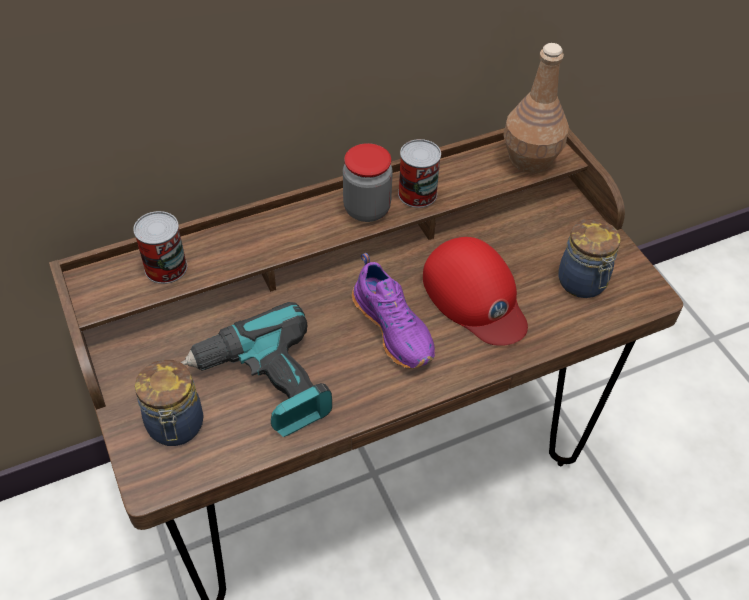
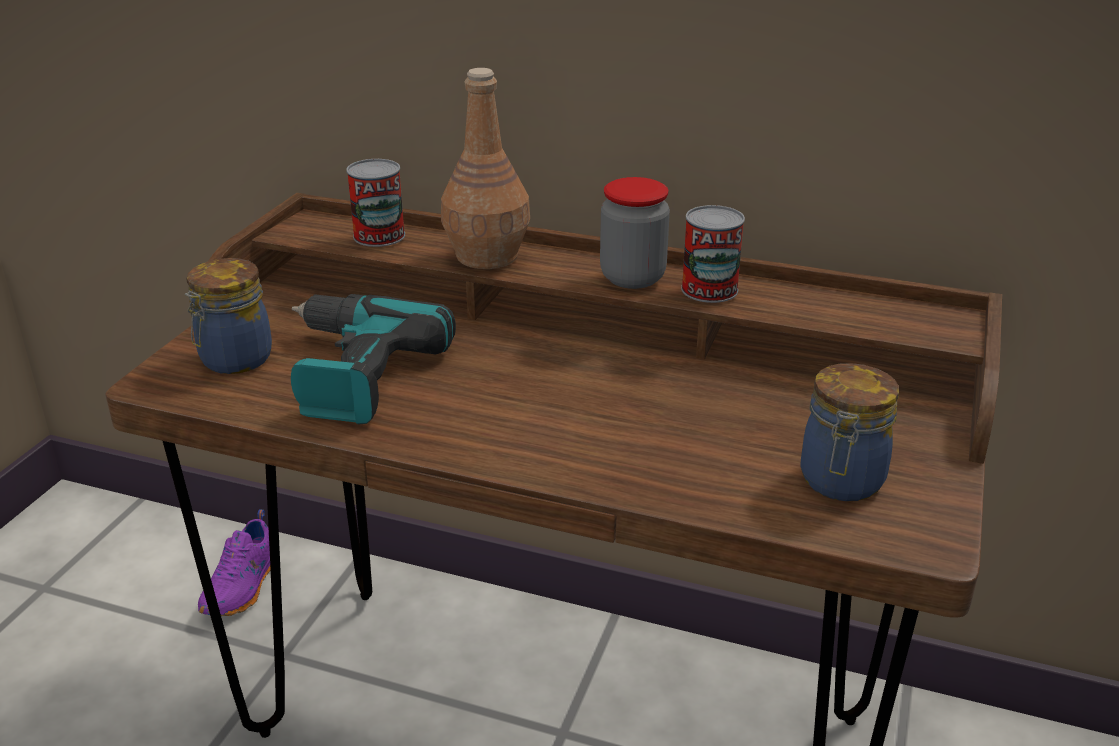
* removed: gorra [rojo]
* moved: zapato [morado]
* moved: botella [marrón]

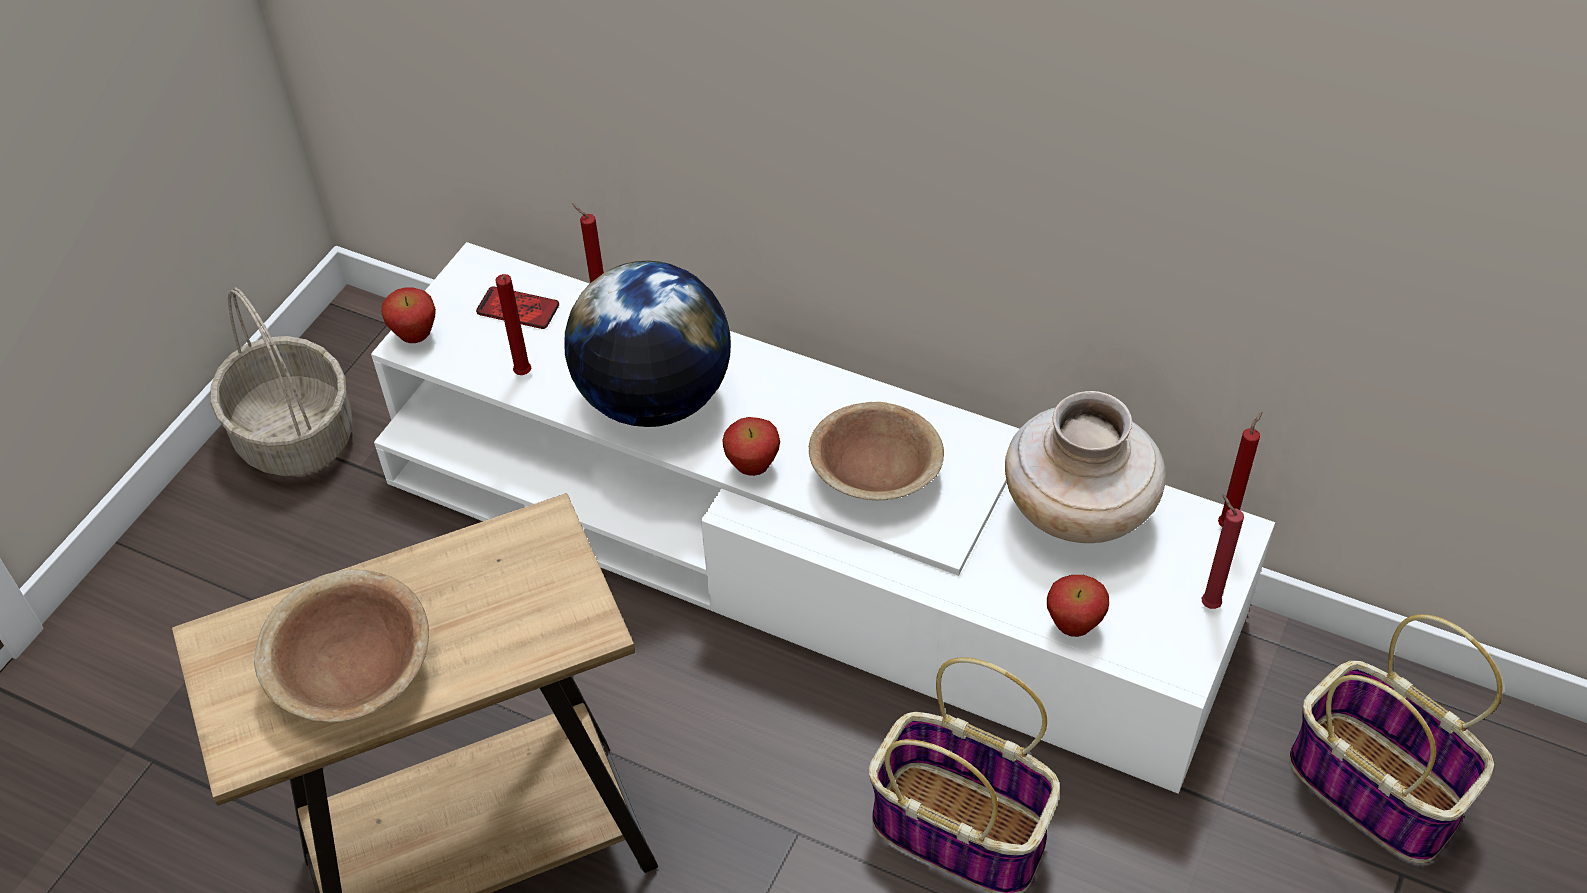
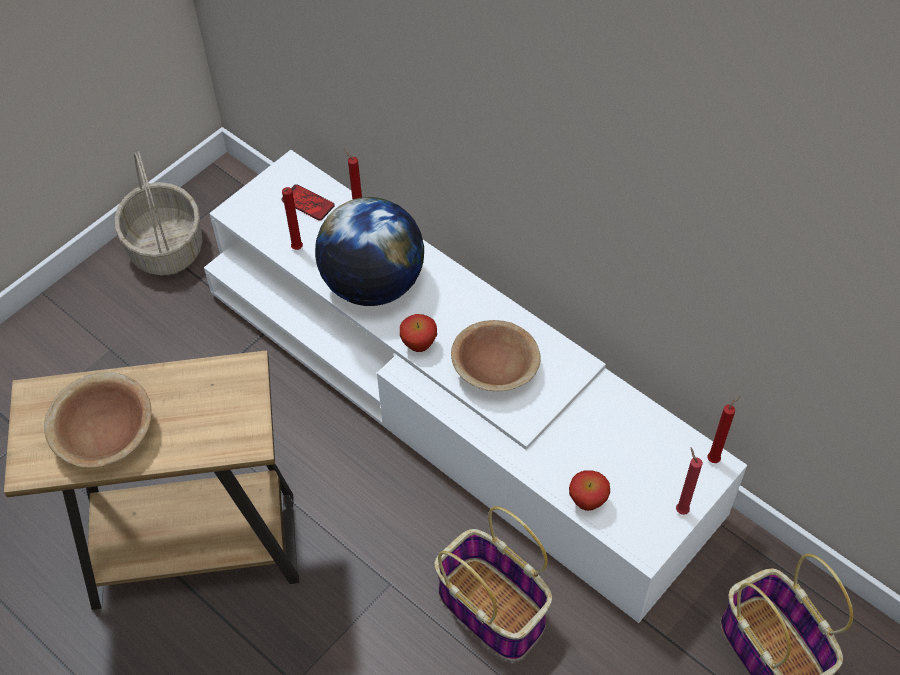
* removed: manzana (1st from left)
* removed: florero [beis]

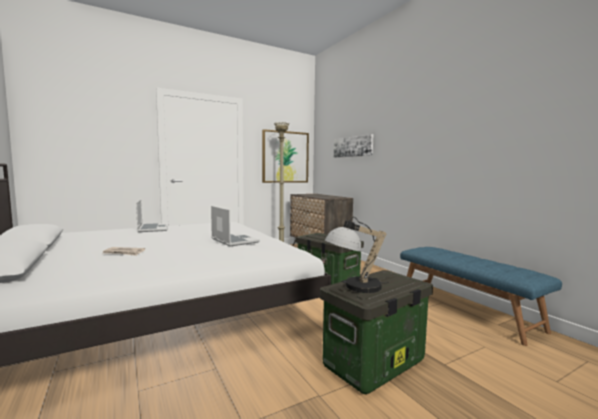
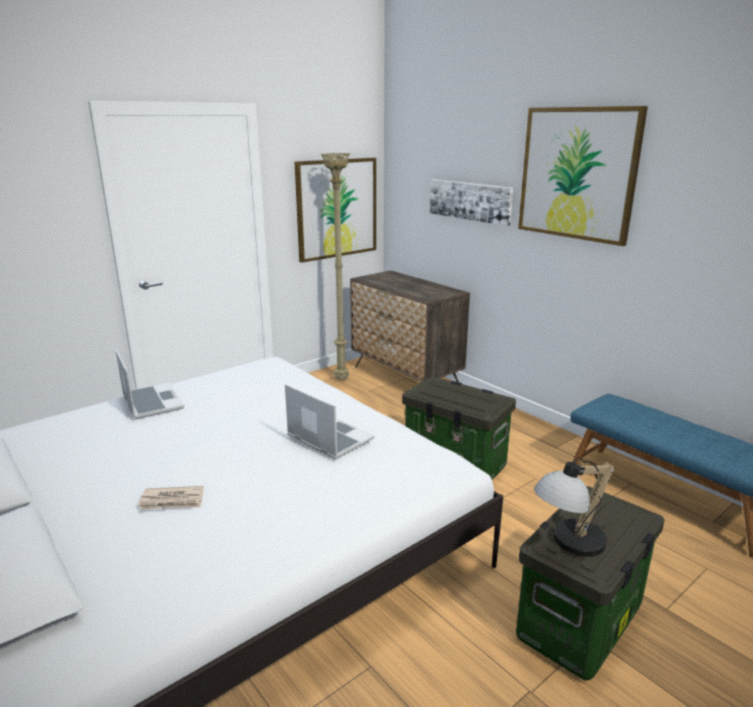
* added: cuadro (3rd from left)

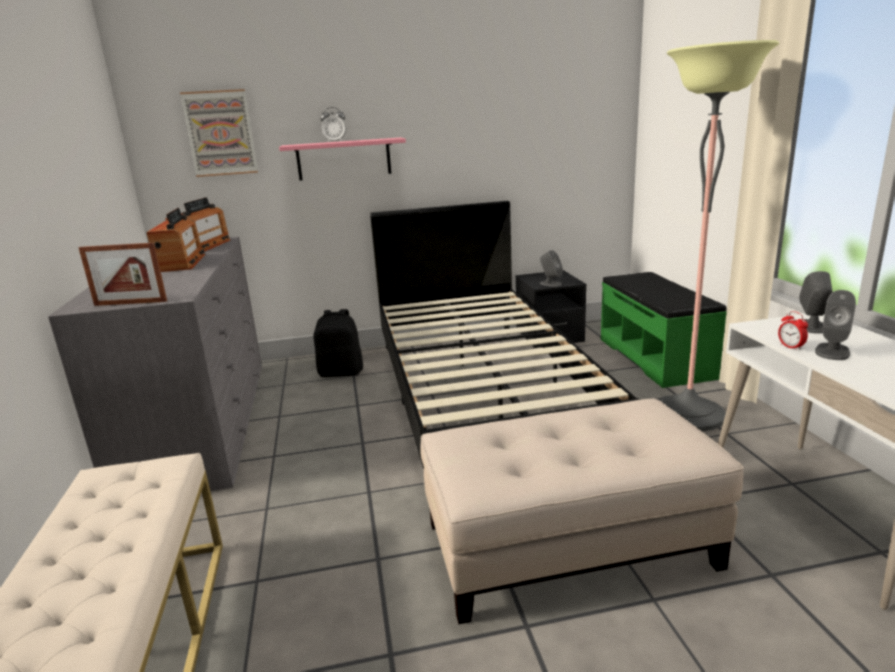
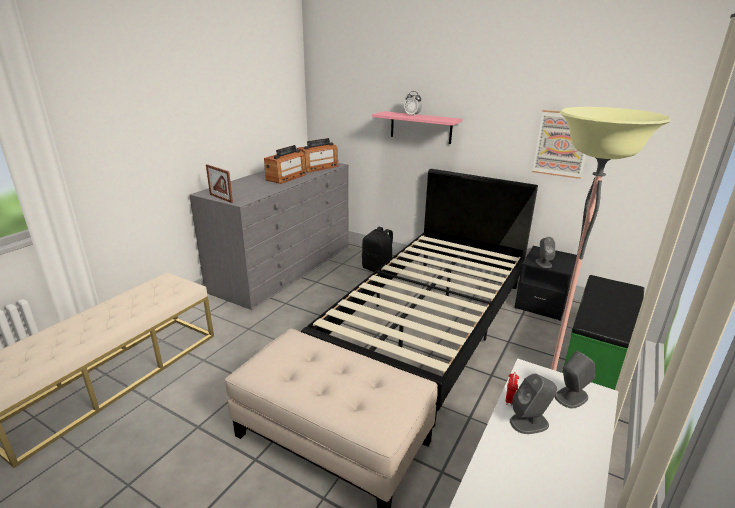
* moved: cuadro

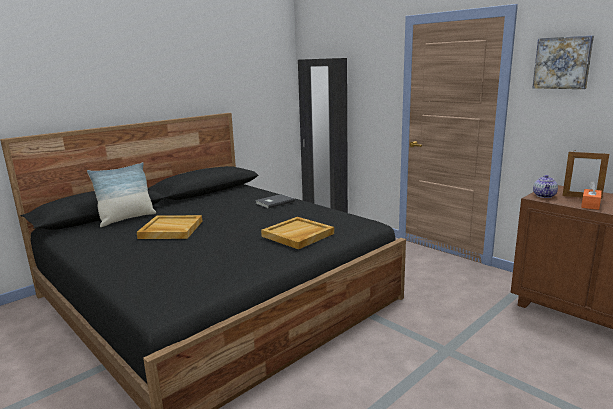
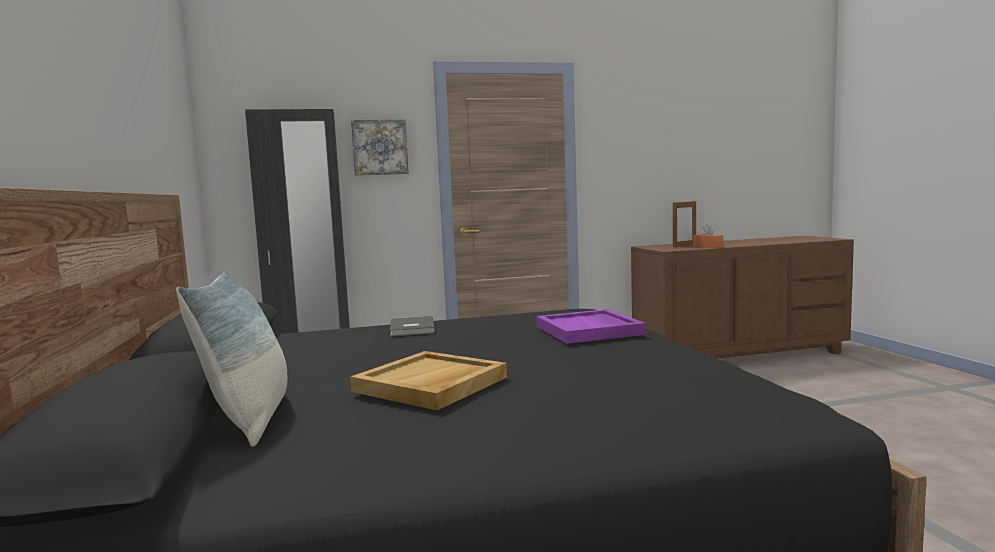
* removed: tetera
* moved: cuadro
* recoloured: bandeja [beis] (2nd from left) to bandeja [morado]

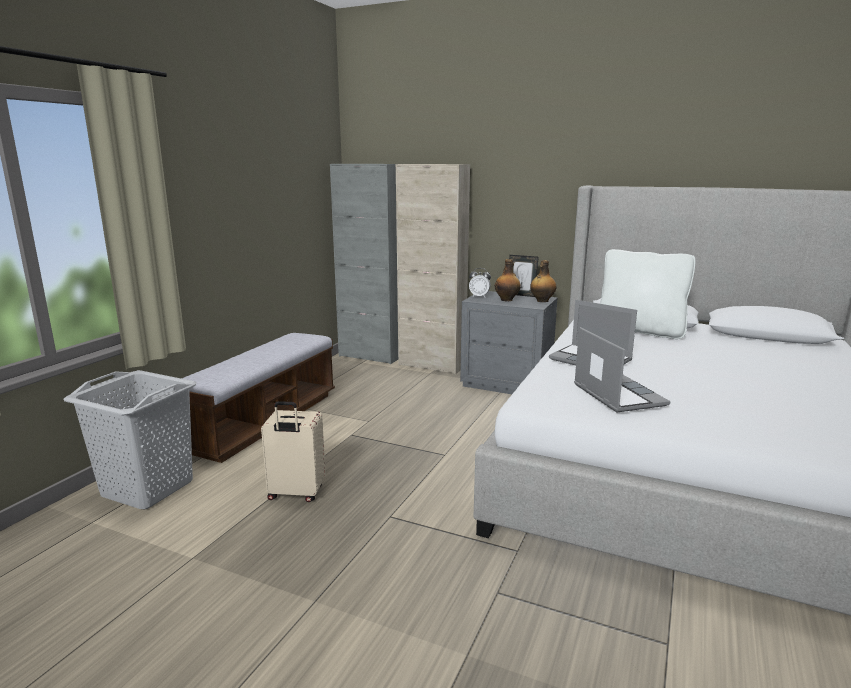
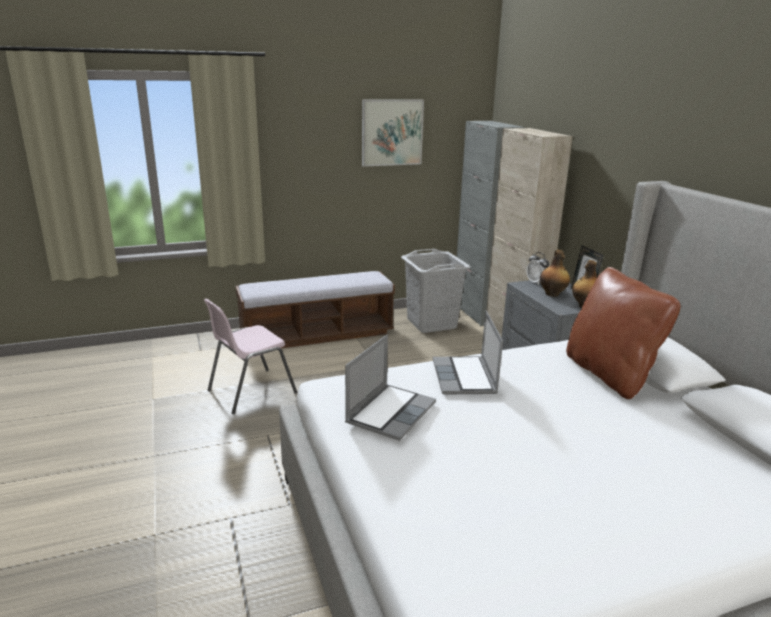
* added: cuadro
* moved: cesto de la ropa [gris]
* replaced: maleta [beis] to silla [rosa]
* recoloured: cojín [blanco] to cojín [marrón]

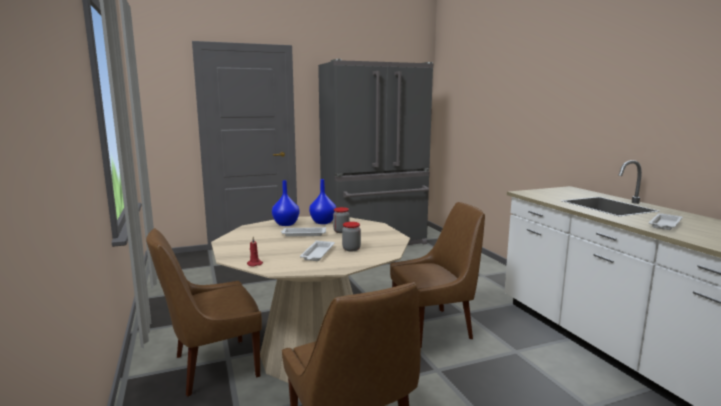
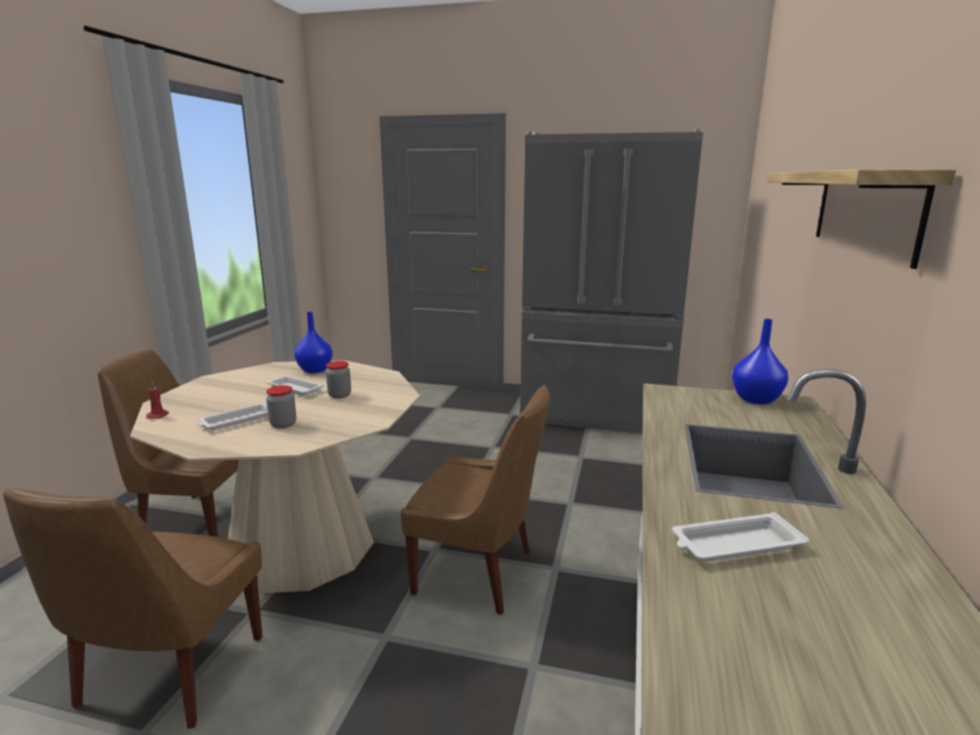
* added: estante
* moved: florero [azul] (2nd from left)

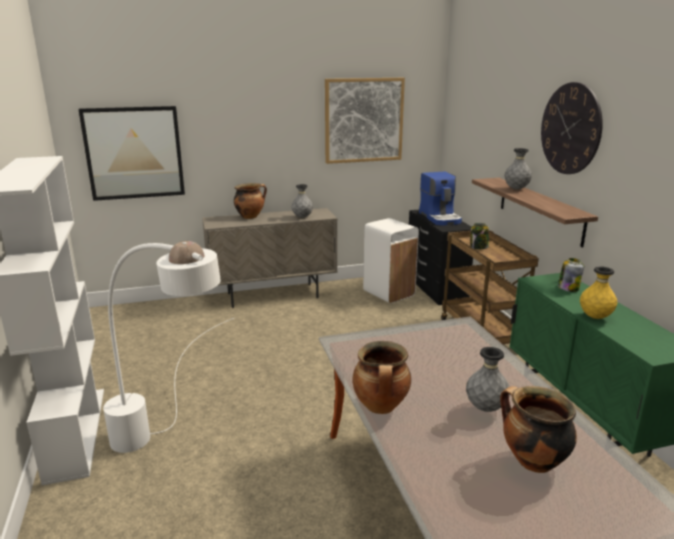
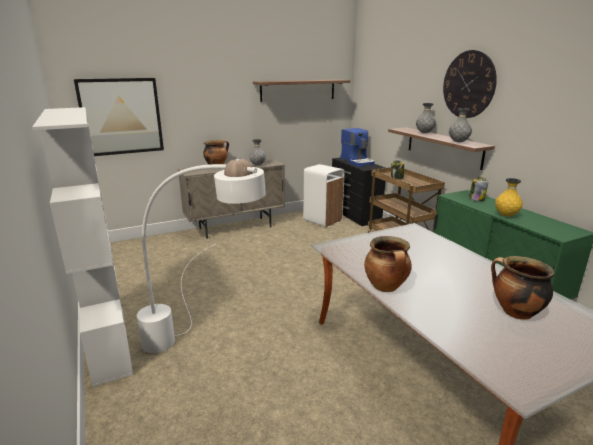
* moved: florero [gris] (2nd from left in the first image) to florero [gris] (3rd from left)
* replaced: cuadro (2nd from left) to estante (1st from left)

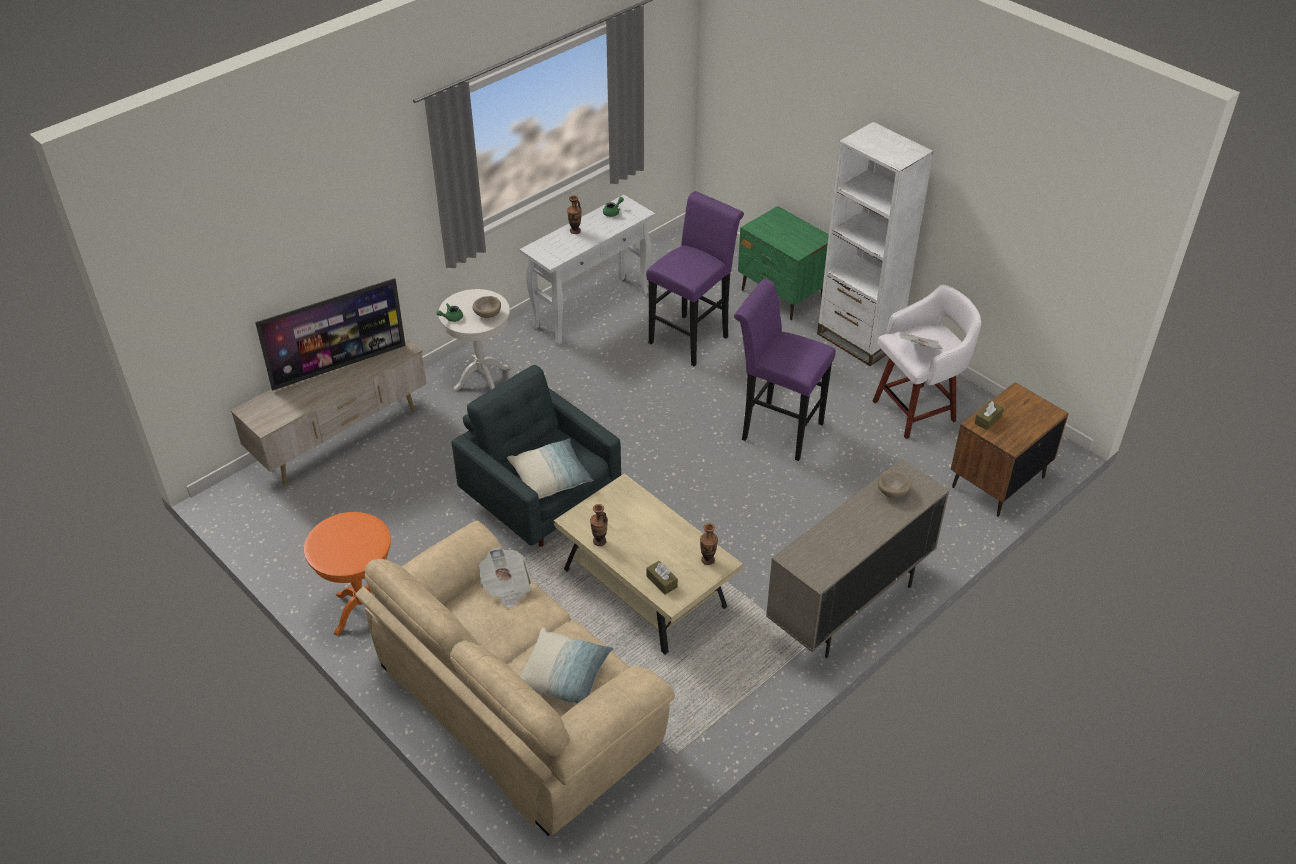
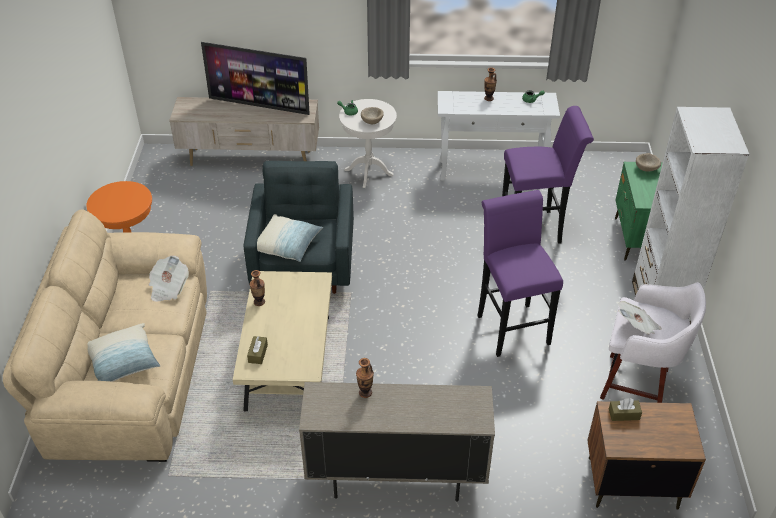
* moved: florero (3rd from left in the first image) to florero (2nd from left)
* moved: cuenco [beis] (2nd from left)

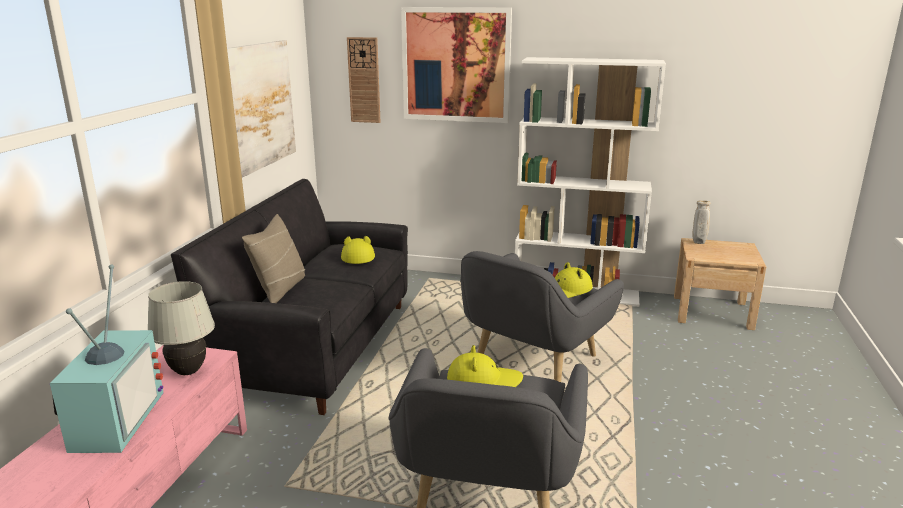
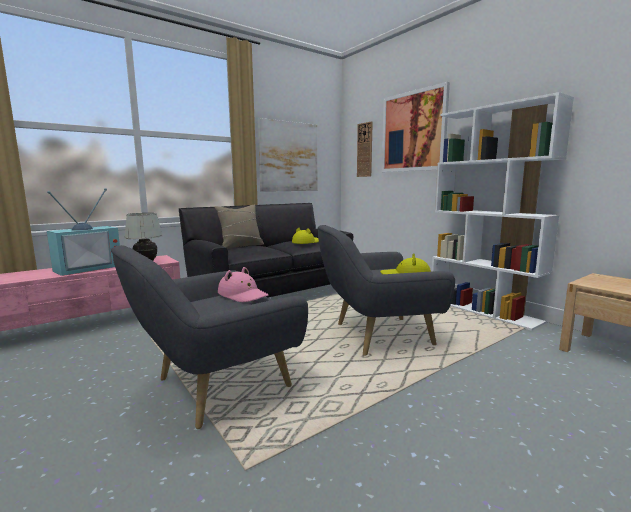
* removed: florero [beis]
* recoloured: sombrero [amarillo] (2nd from left) to sombrero [rosa]

